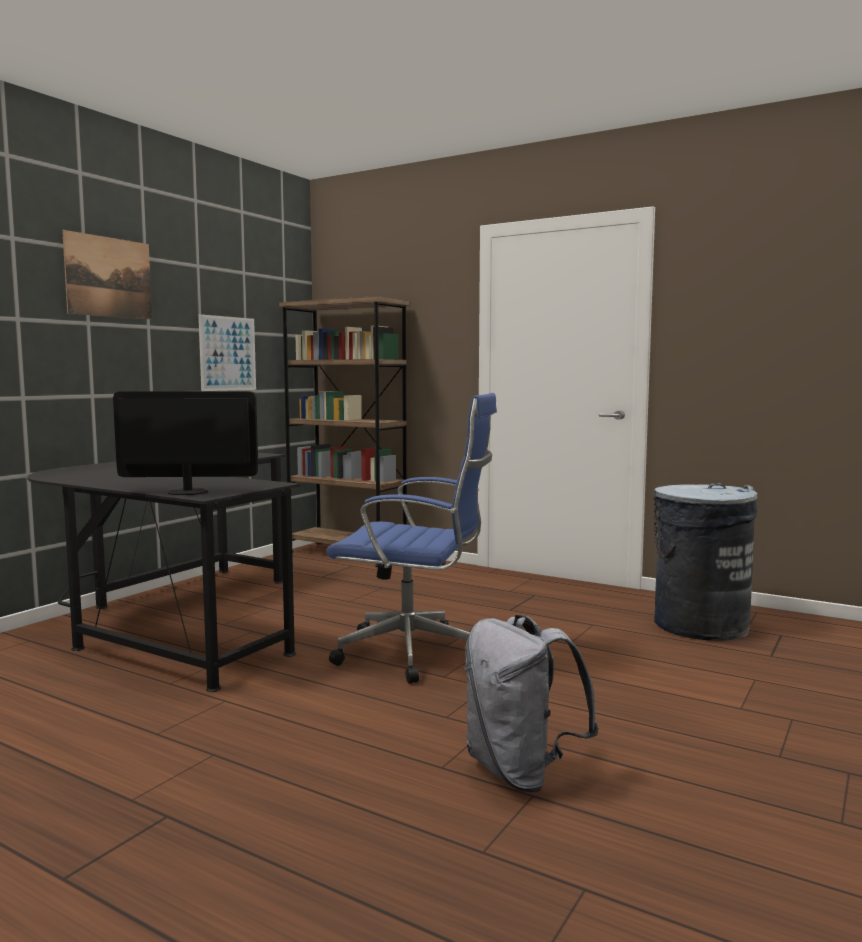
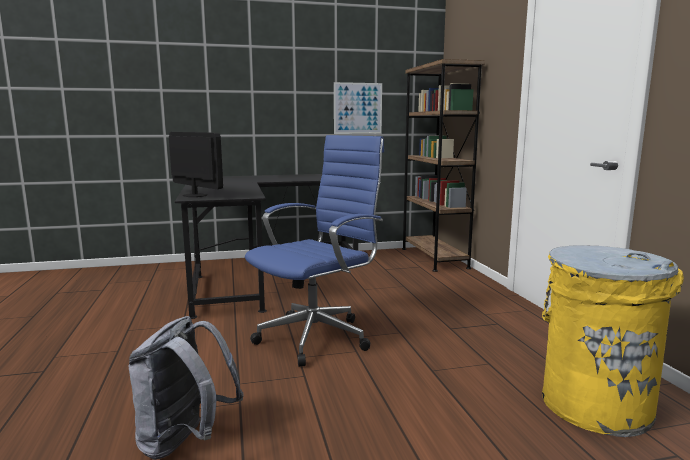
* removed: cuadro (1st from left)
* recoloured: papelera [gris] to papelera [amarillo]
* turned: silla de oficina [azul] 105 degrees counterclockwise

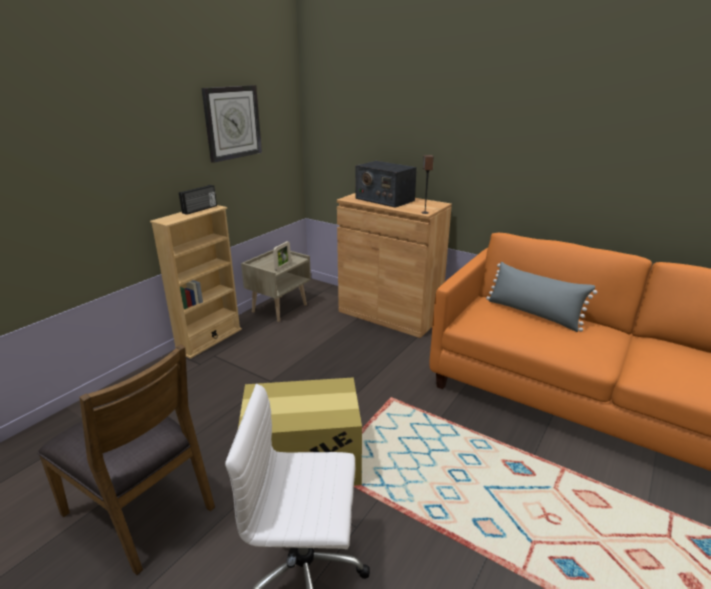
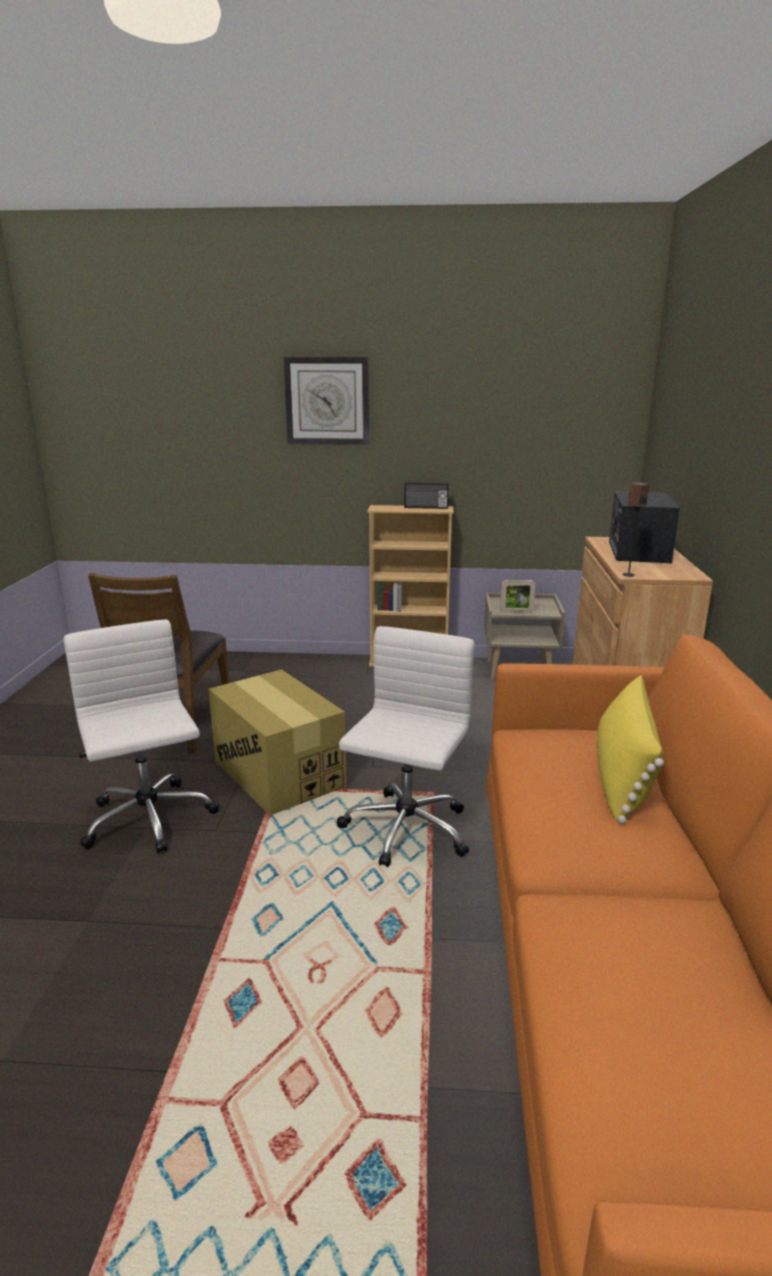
* added: silla de oficina [blanco] (2nd from left)
* moved: reloj de pared
* recoloured: cojín [gris] to cojín [amarillo]

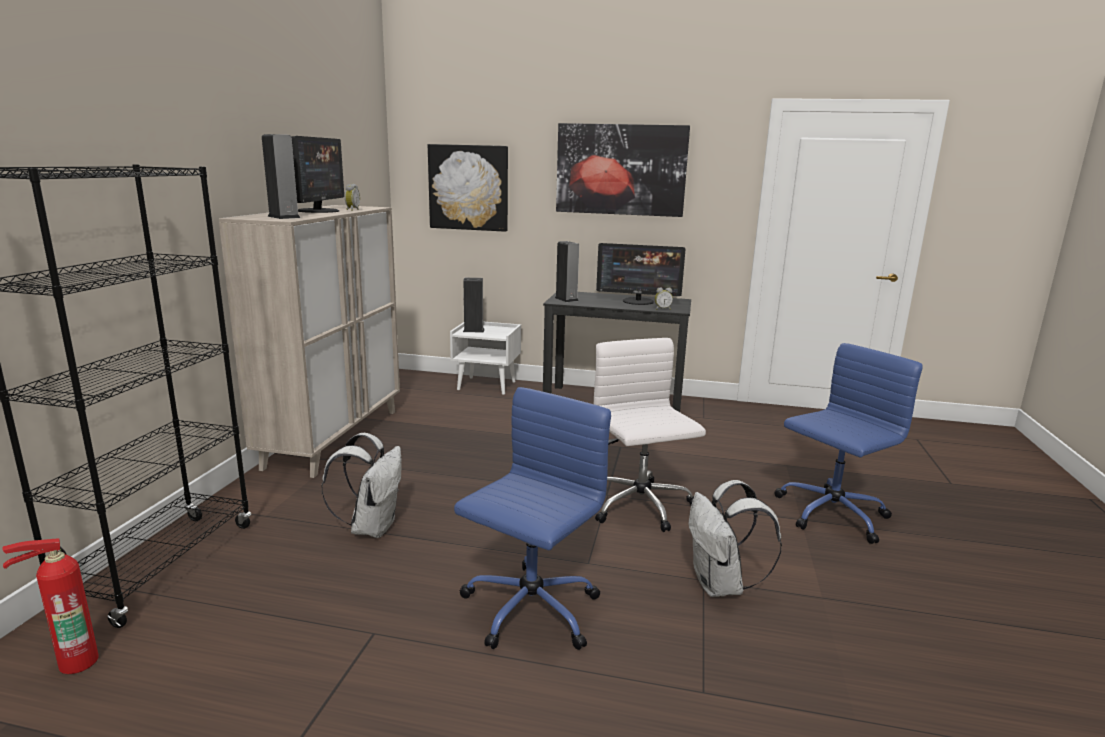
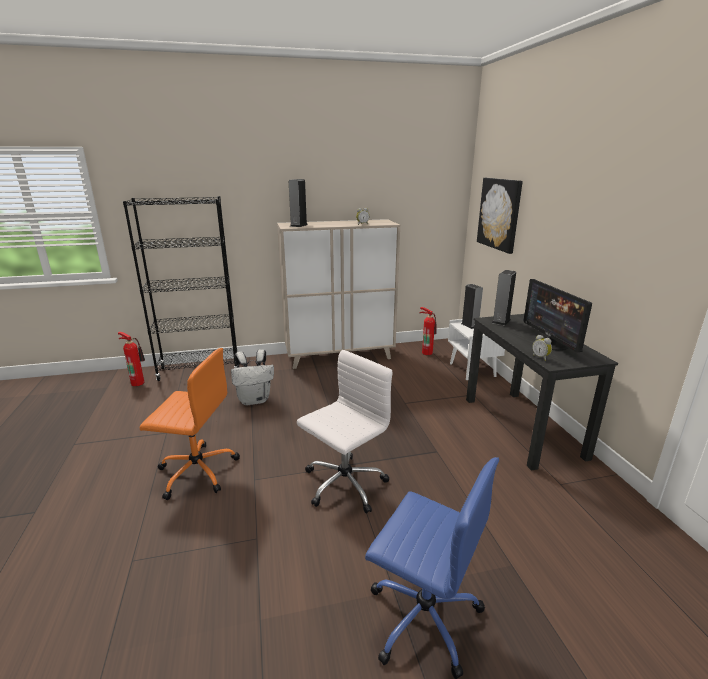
* removed: monitor (1st from left)
* removed: cuadro (2nd from left)
* removed: mochila [blanco] (2nd from left)
* added: extintor (2nd from left)
* recoloured: silla de oficina [azul] (1st from left) to silla de oficina [naranja]

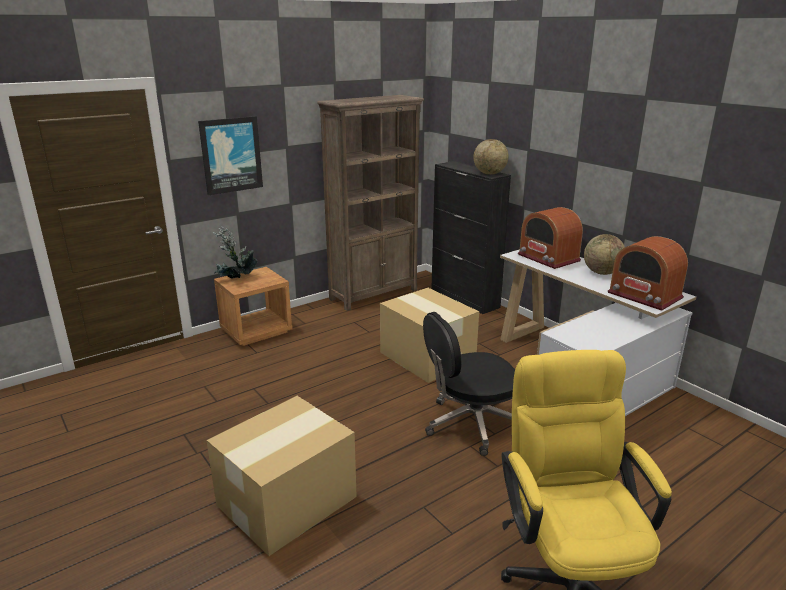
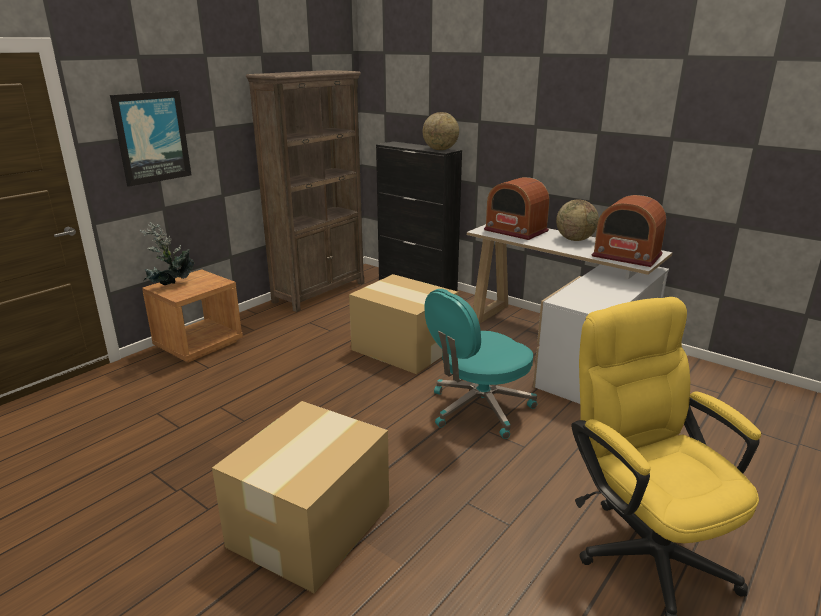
* recoloured: silla de oficina [negro] to silla de oficina [turquesa]

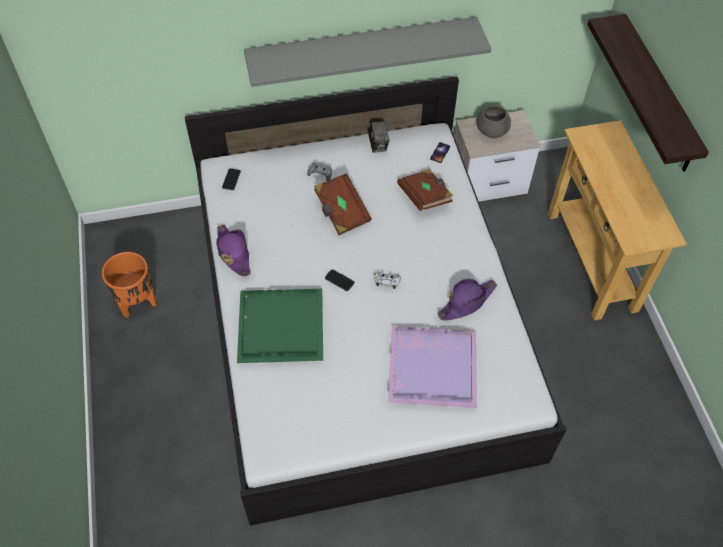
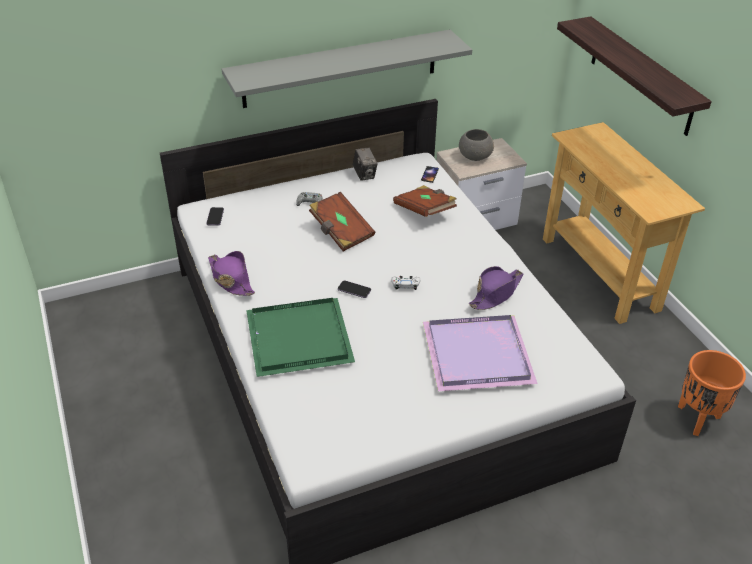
* moved: maceta [naranja]

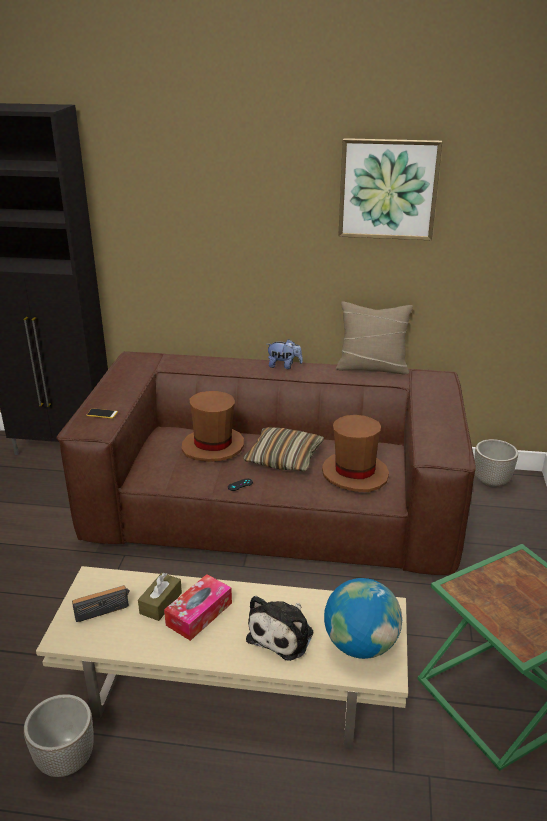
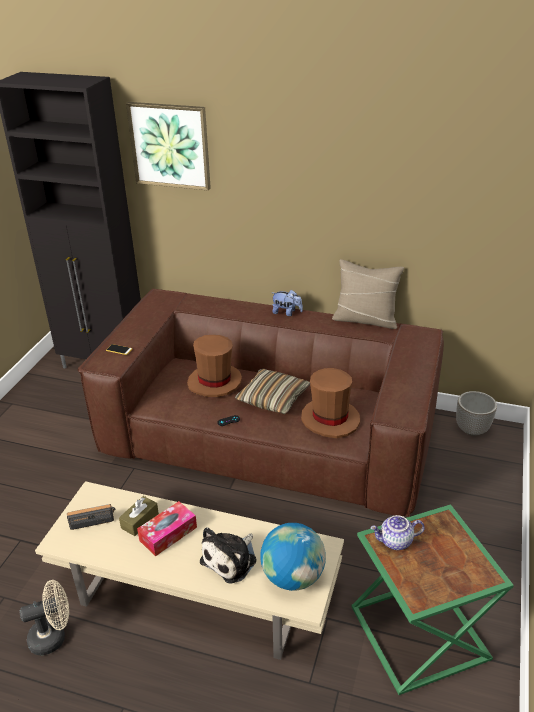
* added: tetera
* moved: cuadro
* replaced: maceta (1st from left) to ventilador [beis]

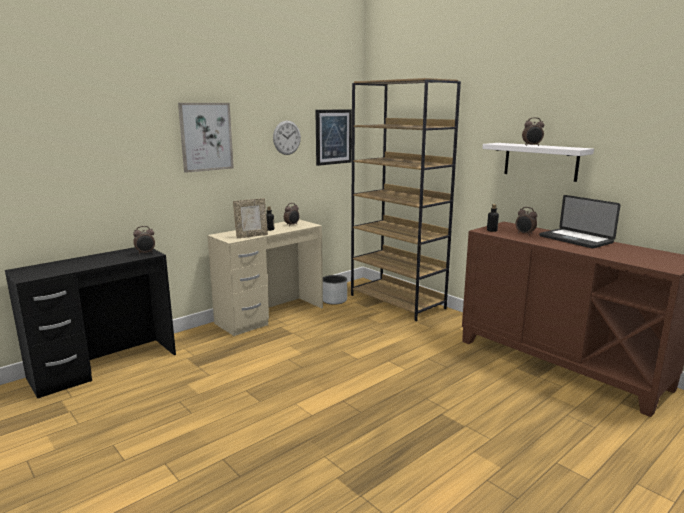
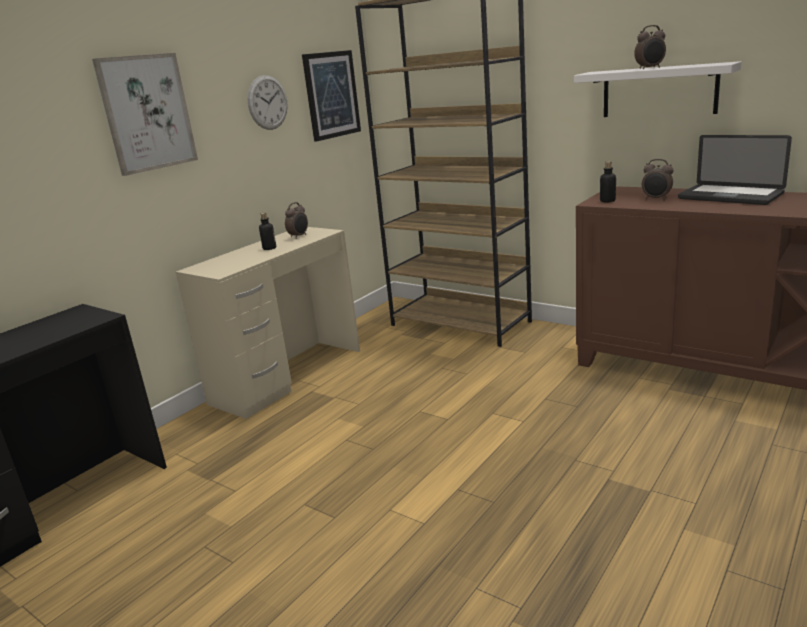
* removed: despertador (1st from left)
* removed: portarretratos
* removed: maceta [gris]

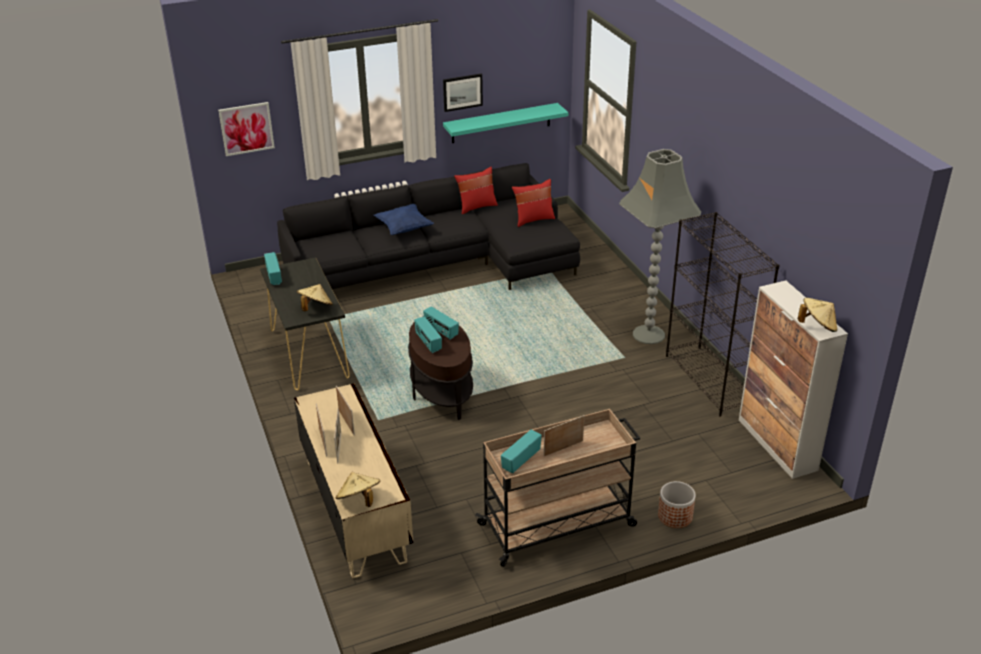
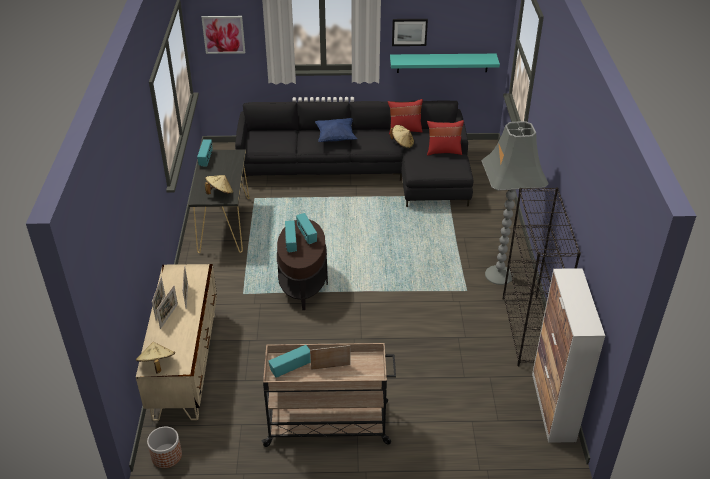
* moved: maceta
* moved: sombrero [beis] (3rd from left)

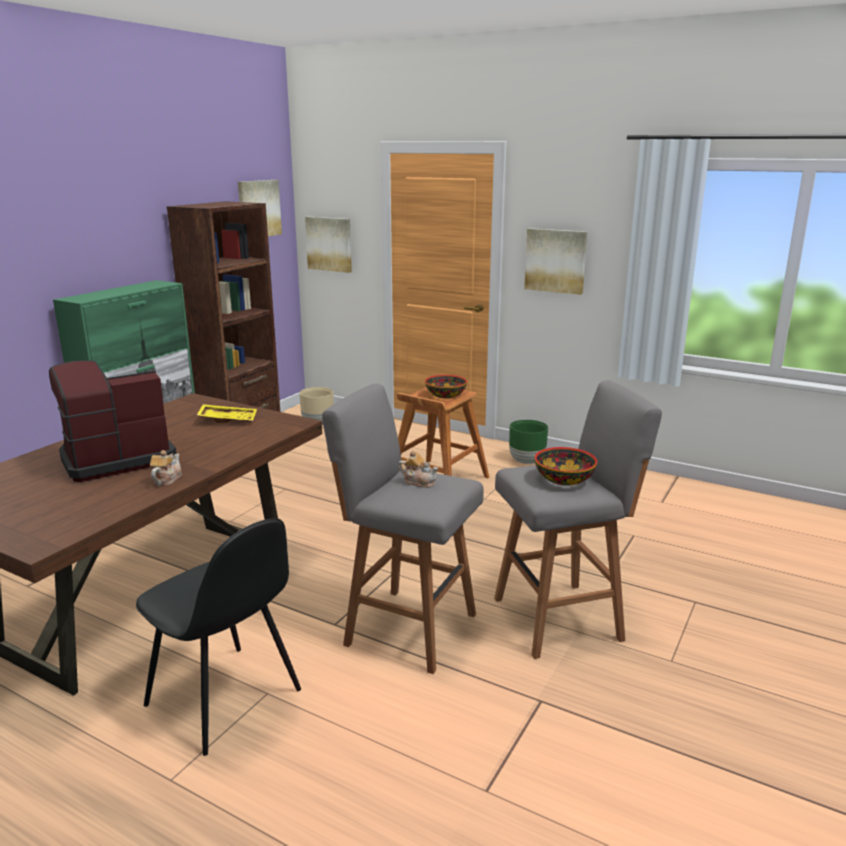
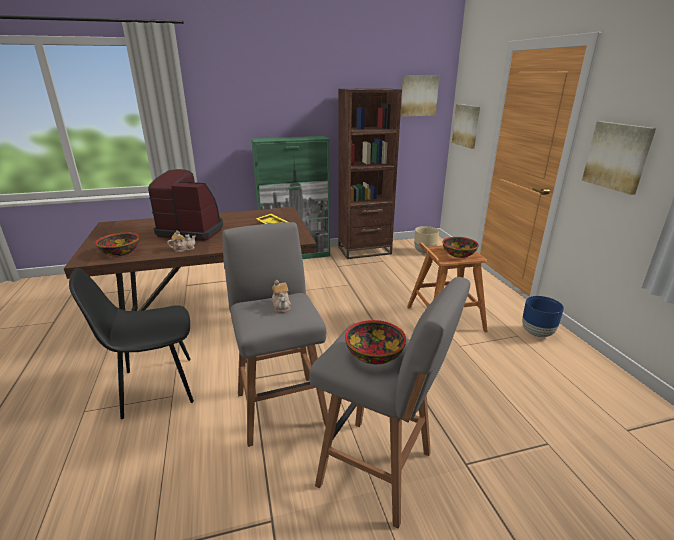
* added: cuenco (1st from left)
* recoloured: maceta [verde] to maceta [azul]
* turned: silla [negro] 75 degrees clockwise

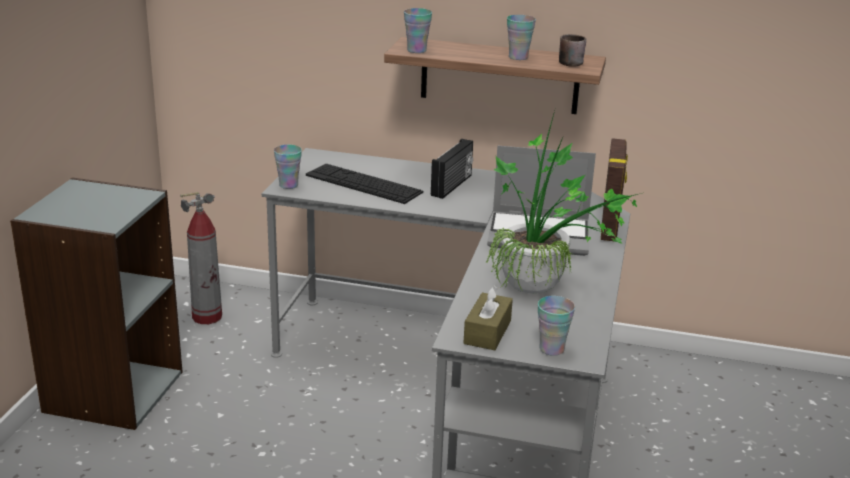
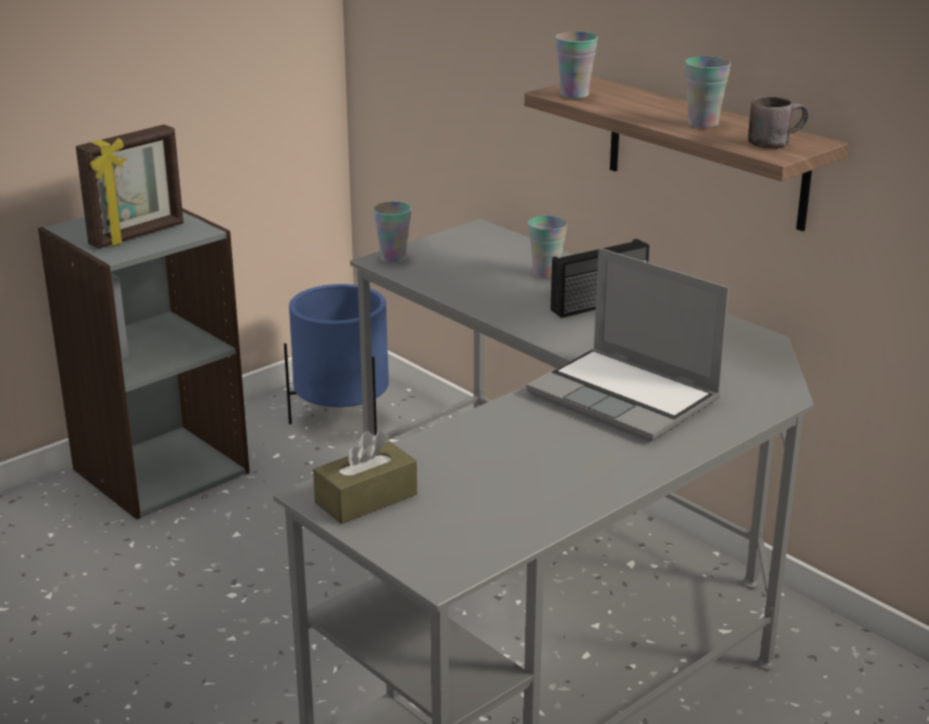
* removed: teclado
* removed: planta en maceta
* moved: taza (4th from left in the first image) to taza (2nd from left)
* moved: portarretratos
* replaced: extintor to maceta [azul]

